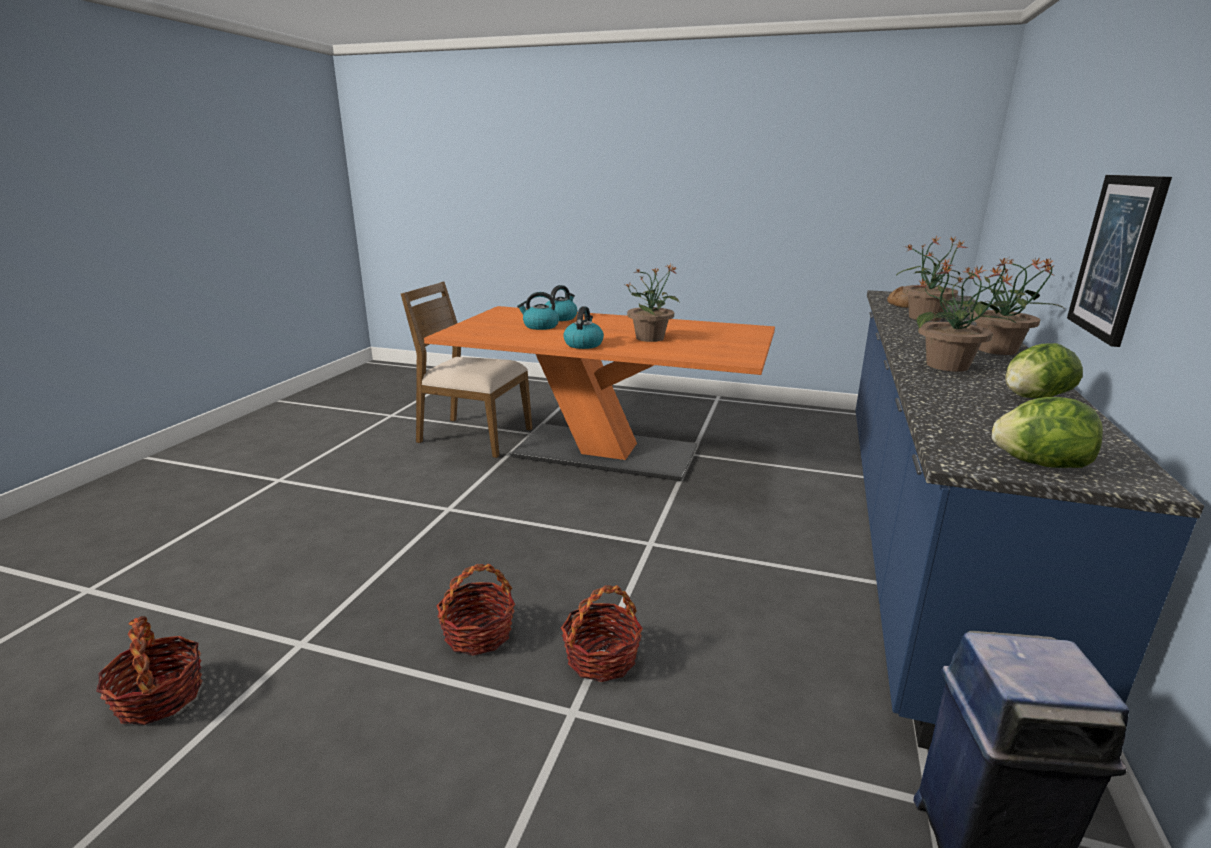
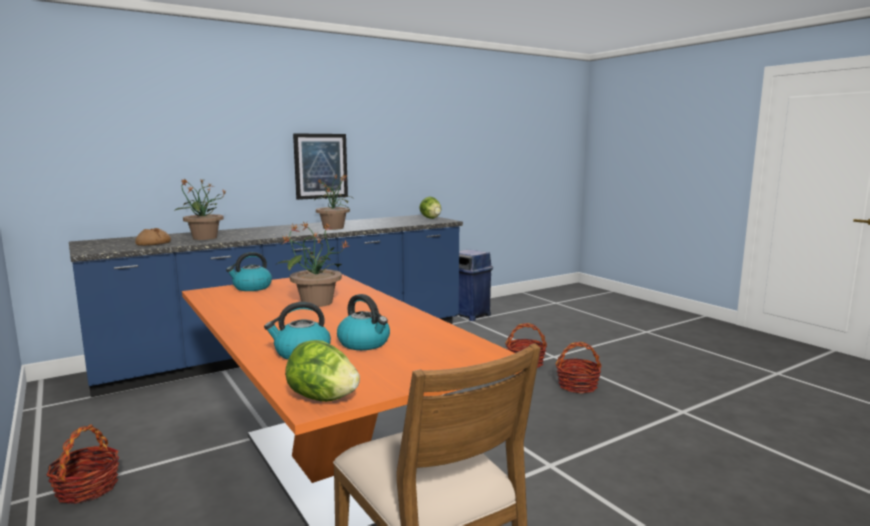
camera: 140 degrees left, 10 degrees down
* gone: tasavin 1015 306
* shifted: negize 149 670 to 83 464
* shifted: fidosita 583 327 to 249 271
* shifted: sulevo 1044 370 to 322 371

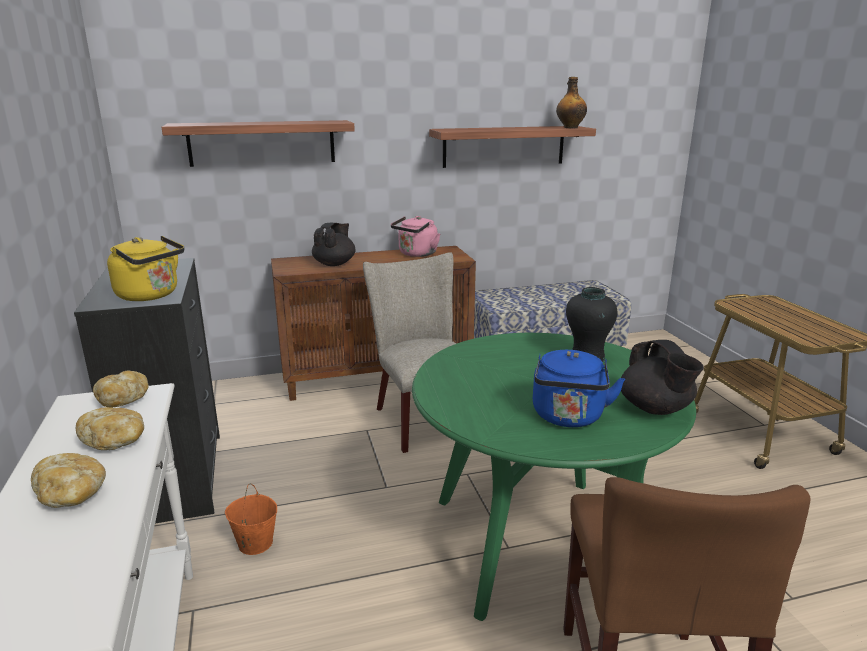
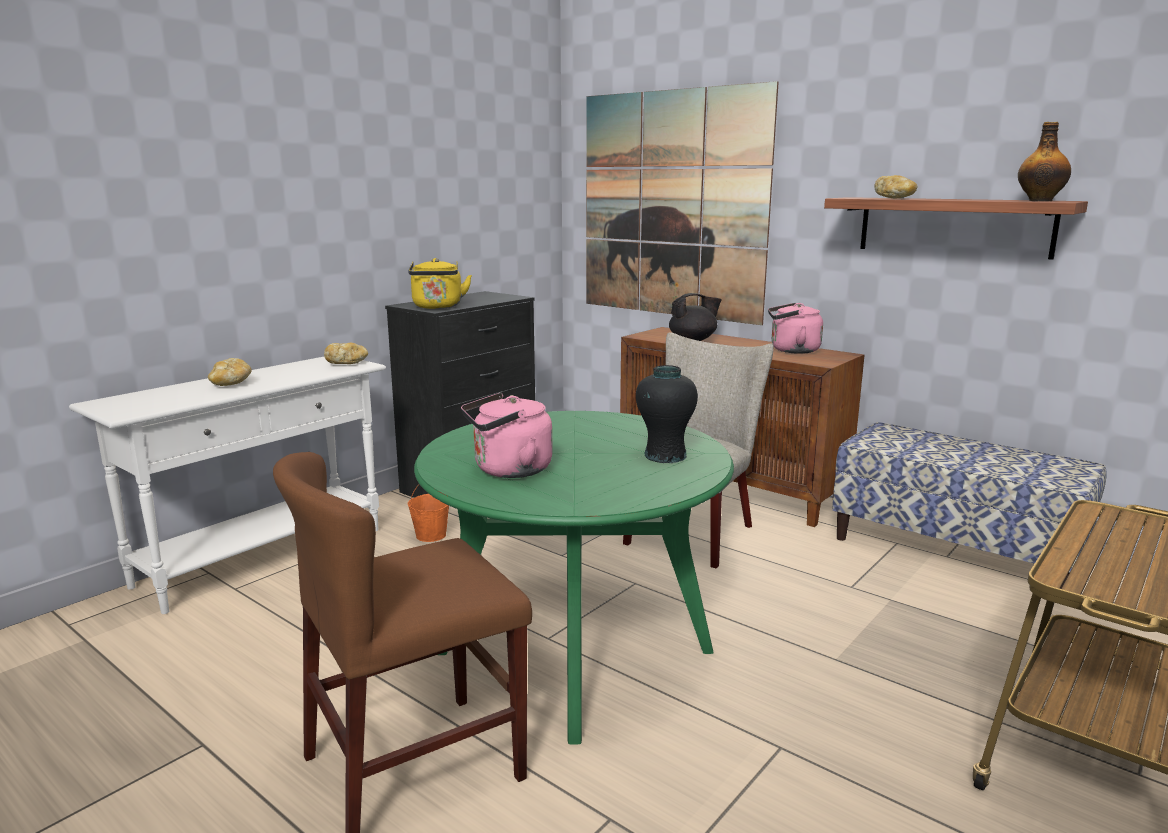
camera: 55 degrees right, 5 degrees down
* gone: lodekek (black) 662 377
* shifted: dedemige 110 428 to 895 186
* swapped: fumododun 258 143 to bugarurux 682 203
* repainted: fidosita (blue) 579 388 to fidosita (pink) 507 435

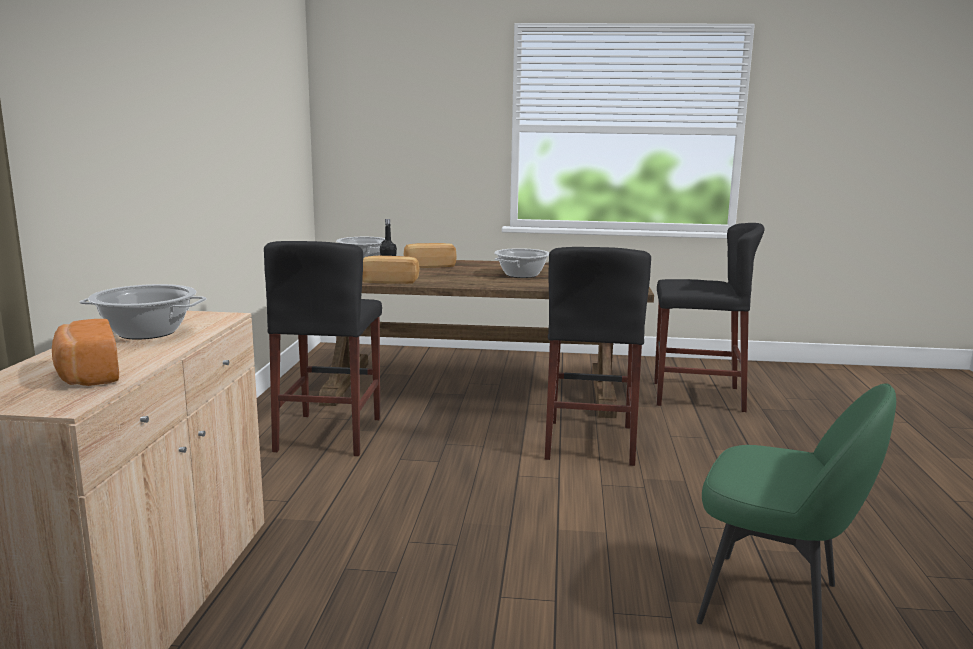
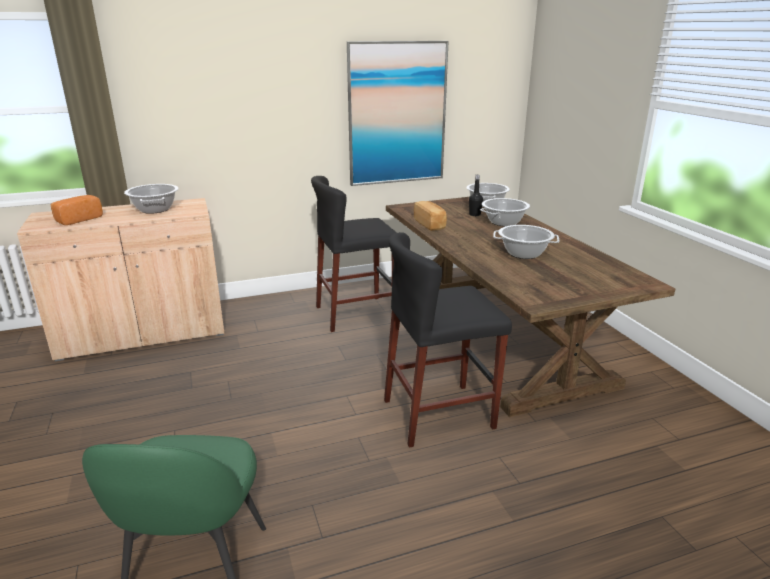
camera: 65 degrees right, 10 degrees up
* gone: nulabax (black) 709 317
* new: bugarurux 398 113
* swapped: dedemige 430 255 to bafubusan 505 212

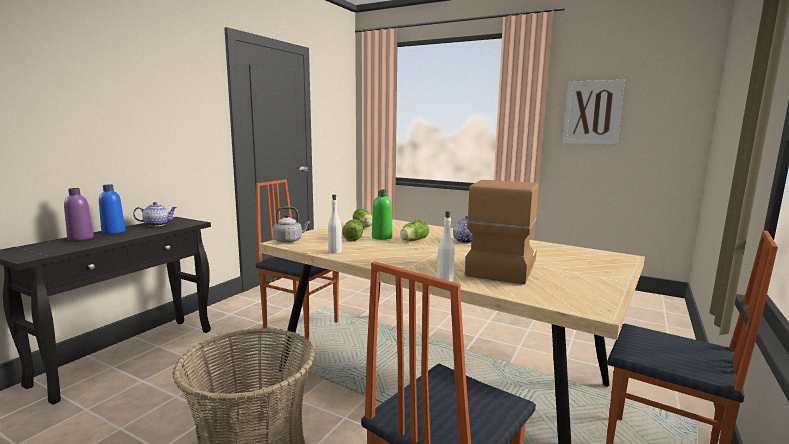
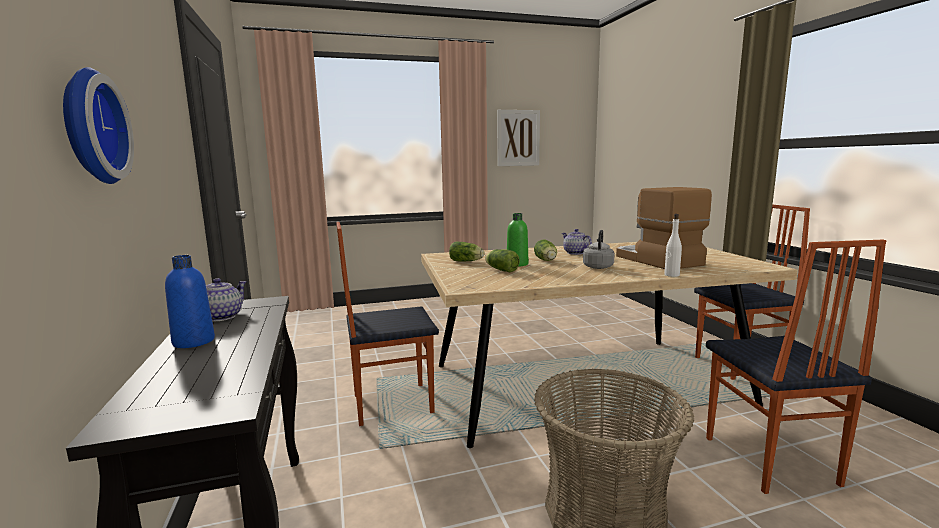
camera: 45 degrees left, 0 degrees up
* gone: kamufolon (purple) 79 214
* gone: kamufolon (white) 335 224
* new: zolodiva 98 125
* shifted: fidosita (grey) 291 224 to 599 249

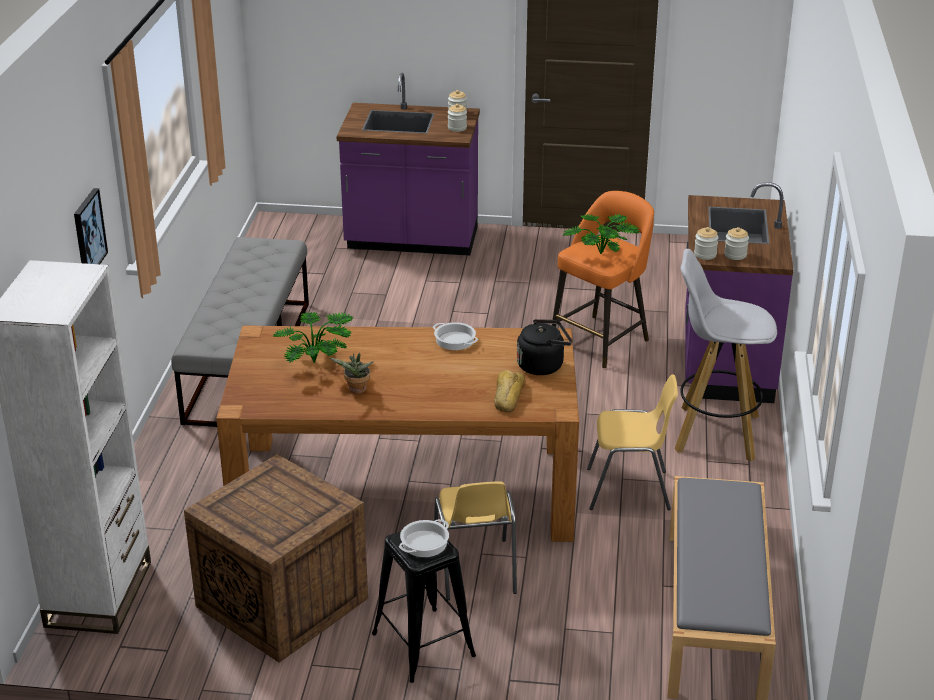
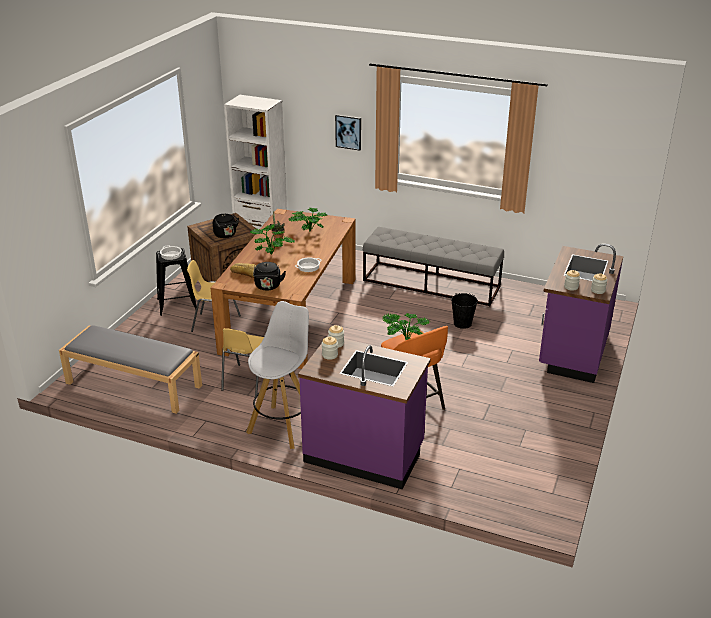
camera: 105 degrees right, 0 degrees up
* new: fidosita (black) 226 226
* new: tasavin 272 240
* new: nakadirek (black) 464 311

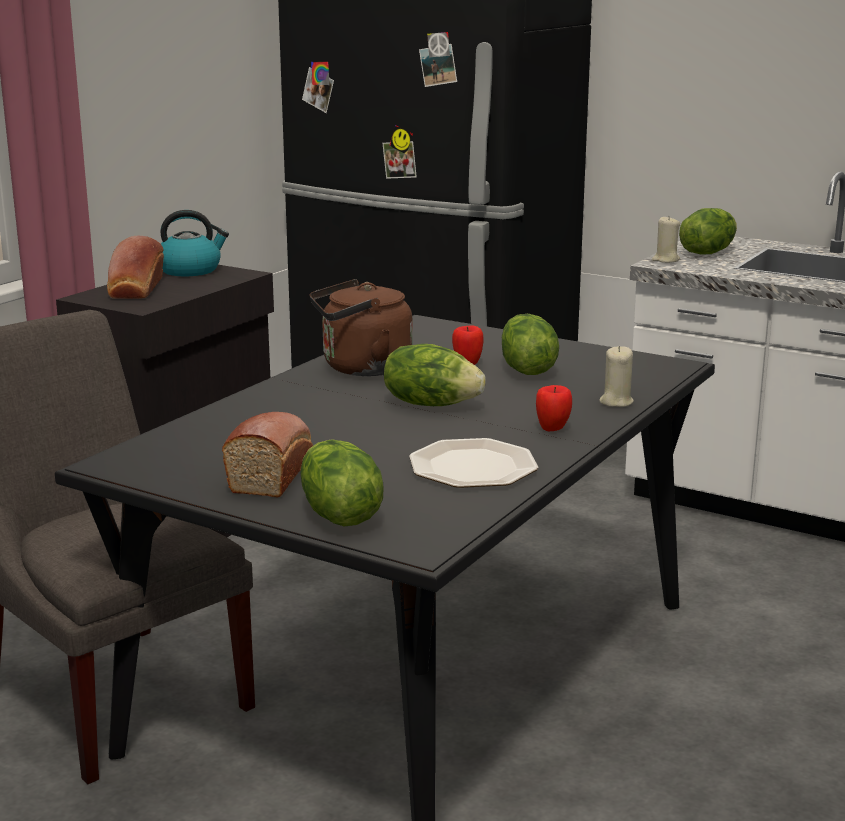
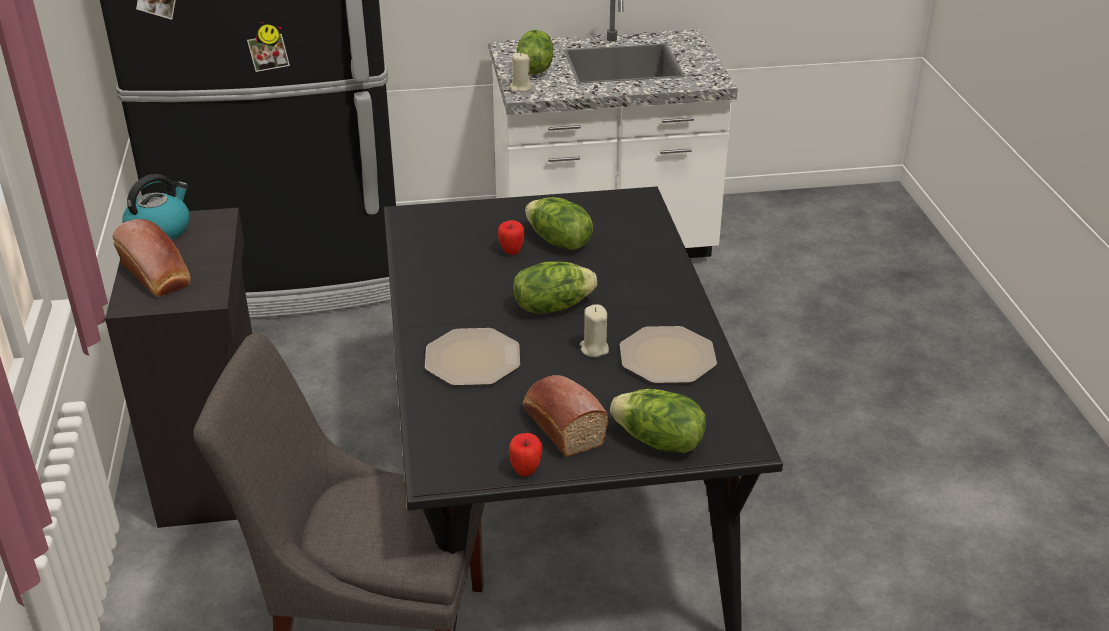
camera: 40 degrees left, 15 degrees up
* gone: fidosita (brown) 361 327
* new: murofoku 472 357
* shifted: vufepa 554 408 to 525 454
* shifted: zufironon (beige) 617 376 to 594 330

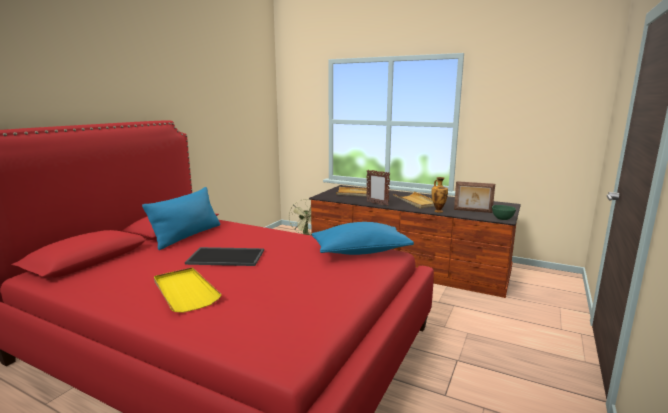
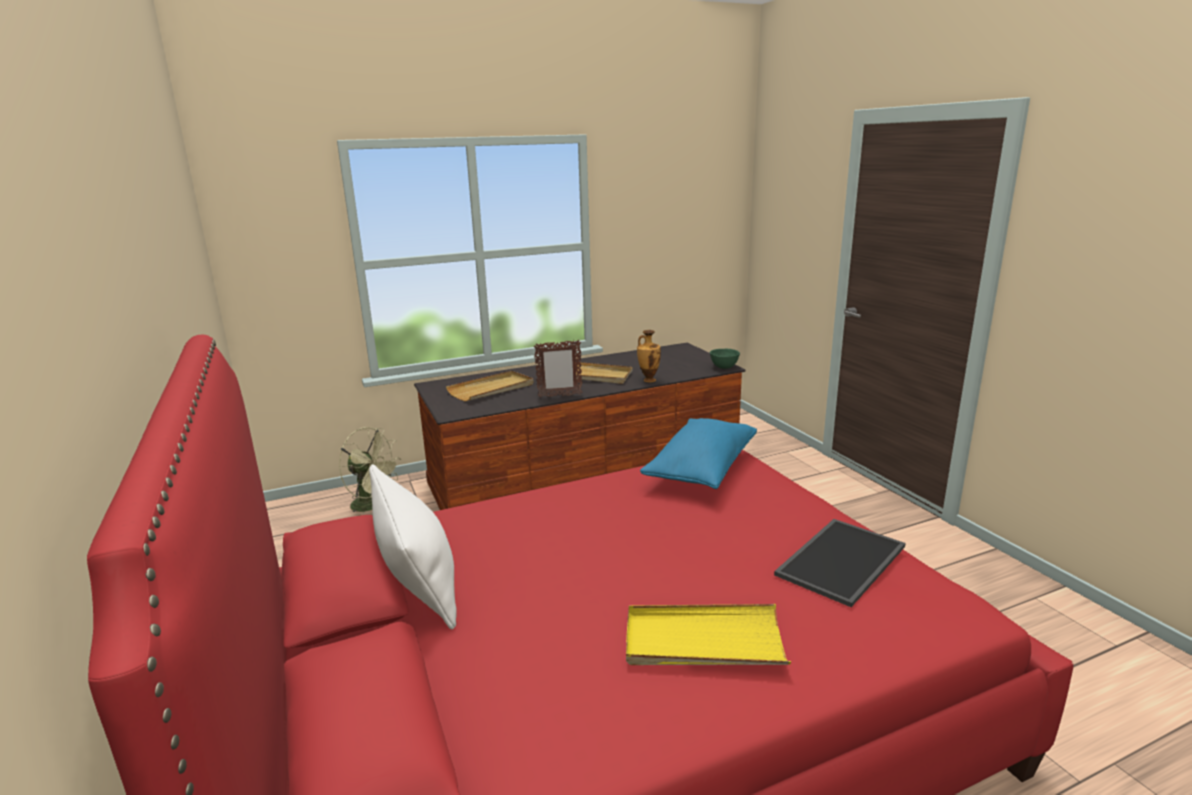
camera: 50 degrees left, 5 degrees up
* gone: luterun 474 197
* shifted: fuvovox 224 256 to 840 563
* repainted: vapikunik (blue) 181 218 to vapikunik (white) 413 546

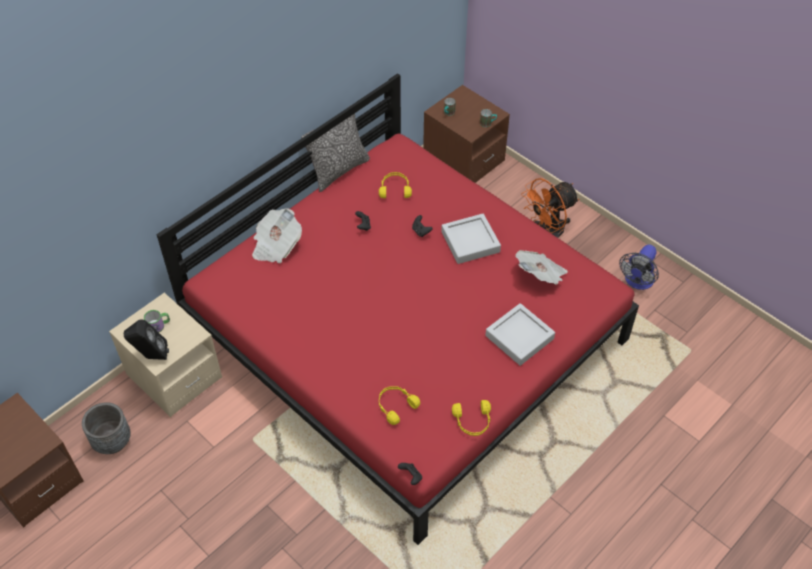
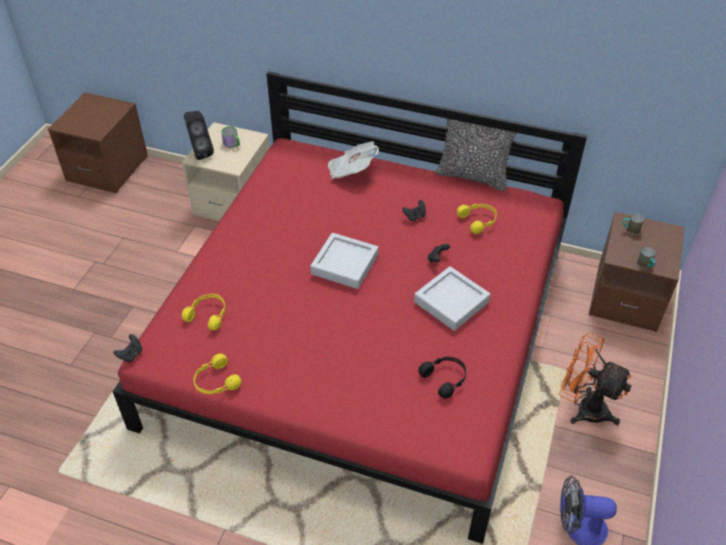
camera: 65 degrees right, 5 degrees down
* gone: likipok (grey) 106 428
* shifted: fuvovox (grey) 520 334 to 344 261
* swapped: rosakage 542 267 to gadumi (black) 442 378

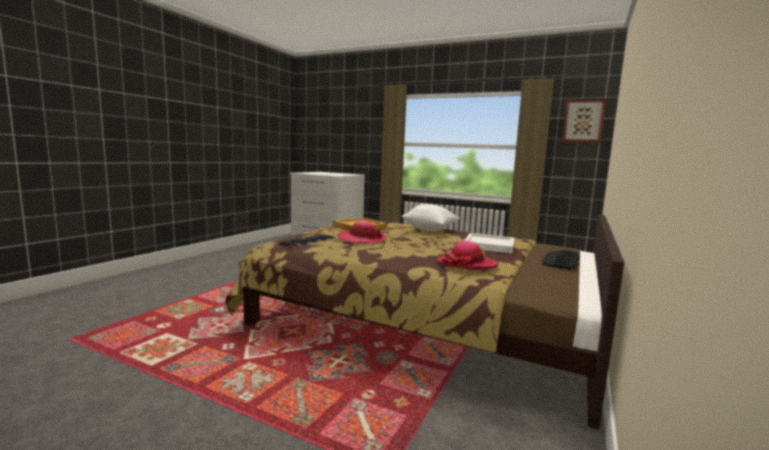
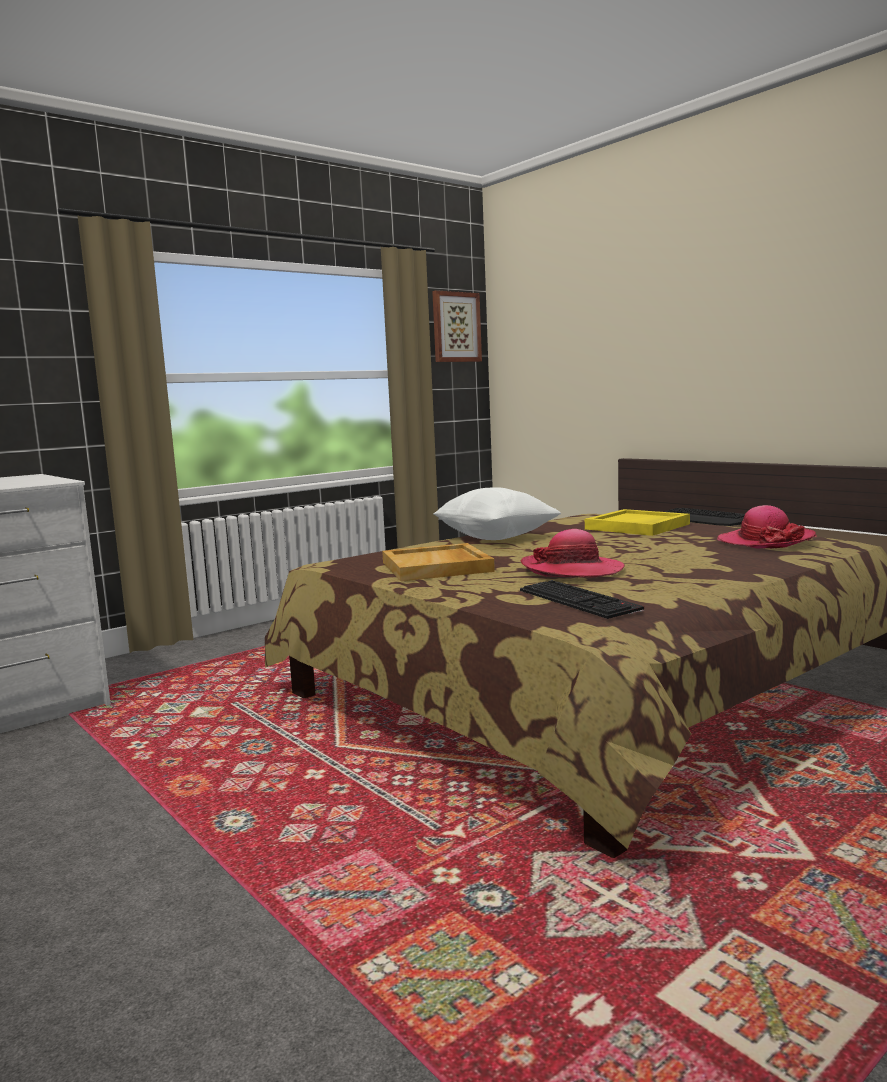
camera: 65 degrees left, 0 degrees up
* repainted: fuvovox (white) 489 243 to fuvovox (yellow) 637 522

